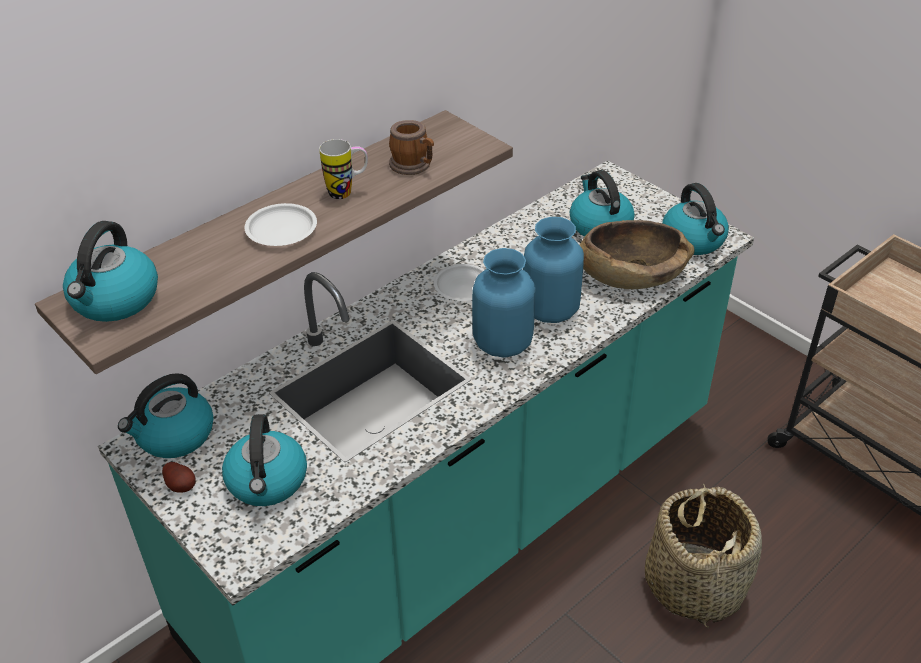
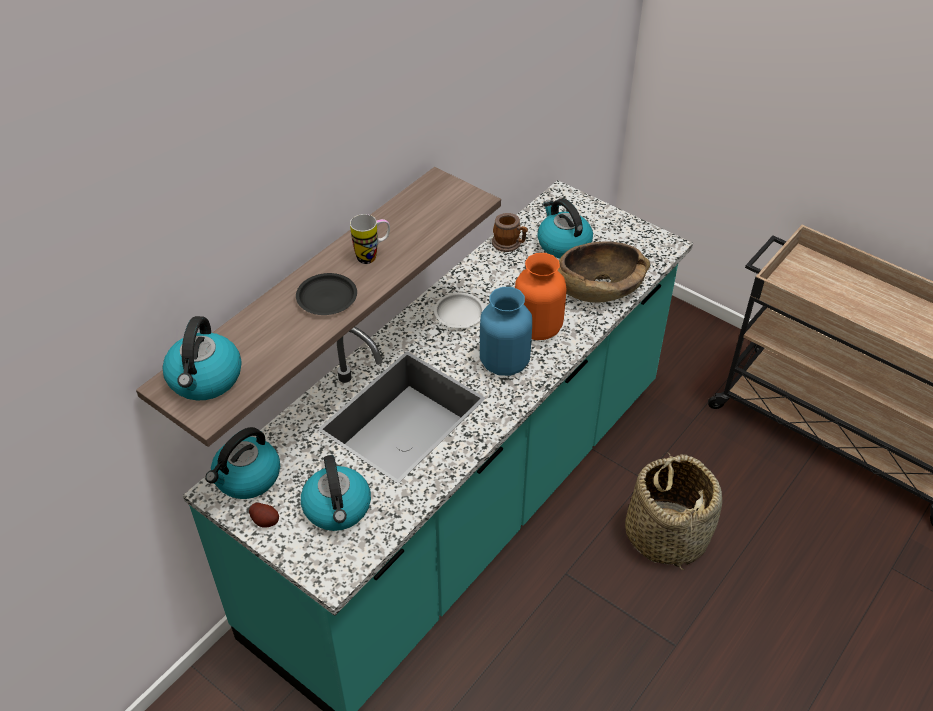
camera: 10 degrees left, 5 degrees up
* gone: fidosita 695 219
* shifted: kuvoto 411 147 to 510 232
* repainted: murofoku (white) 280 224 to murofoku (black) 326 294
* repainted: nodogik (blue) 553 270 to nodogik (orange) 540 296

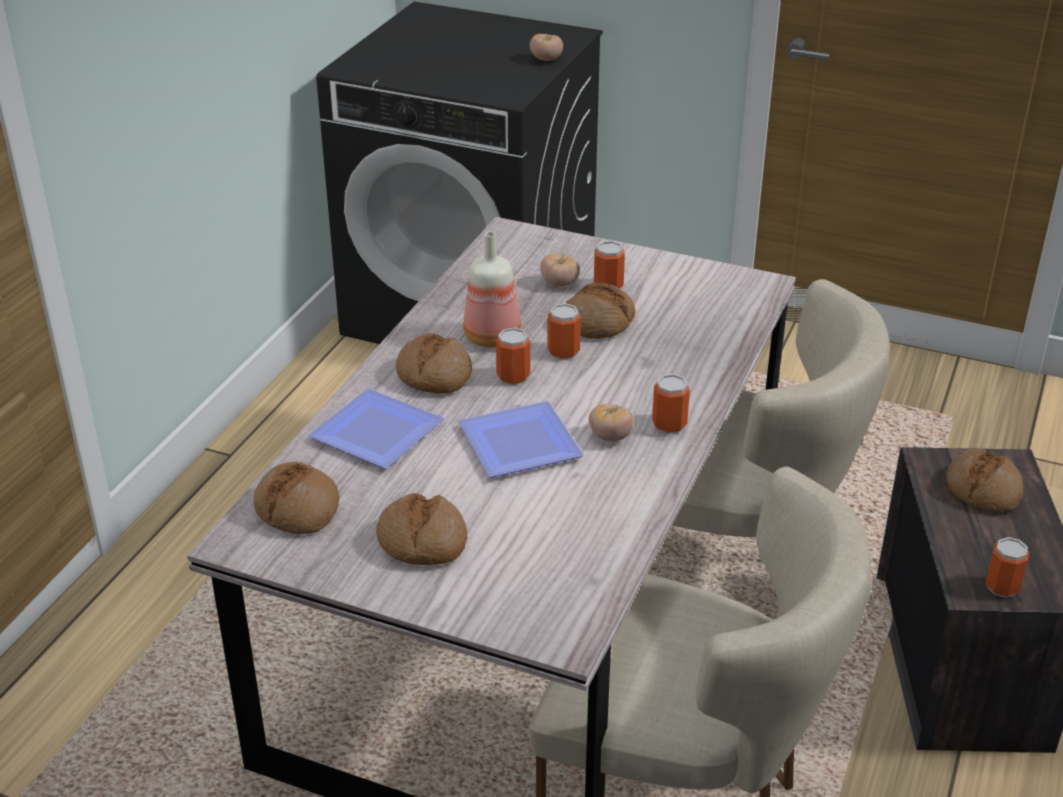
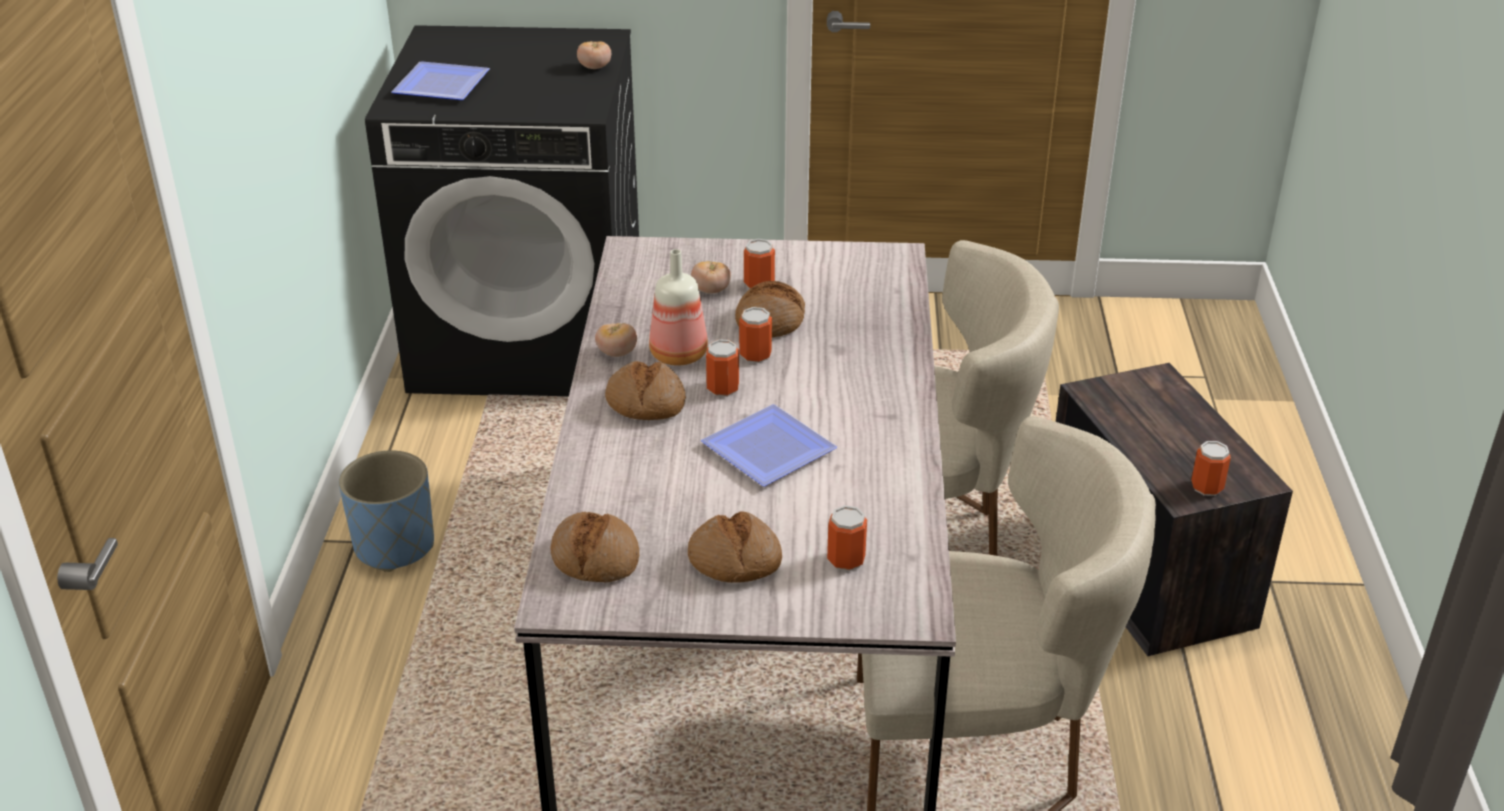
camera: 20 degrees left, 0 degrees up
* gone: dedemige 984 480
* new: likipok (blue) 386 511
* shifted: murofoku 376 428 to 440 80
* shifted: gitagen 611 423 to 616 340
* shifted: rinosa 671 404 to 847 538

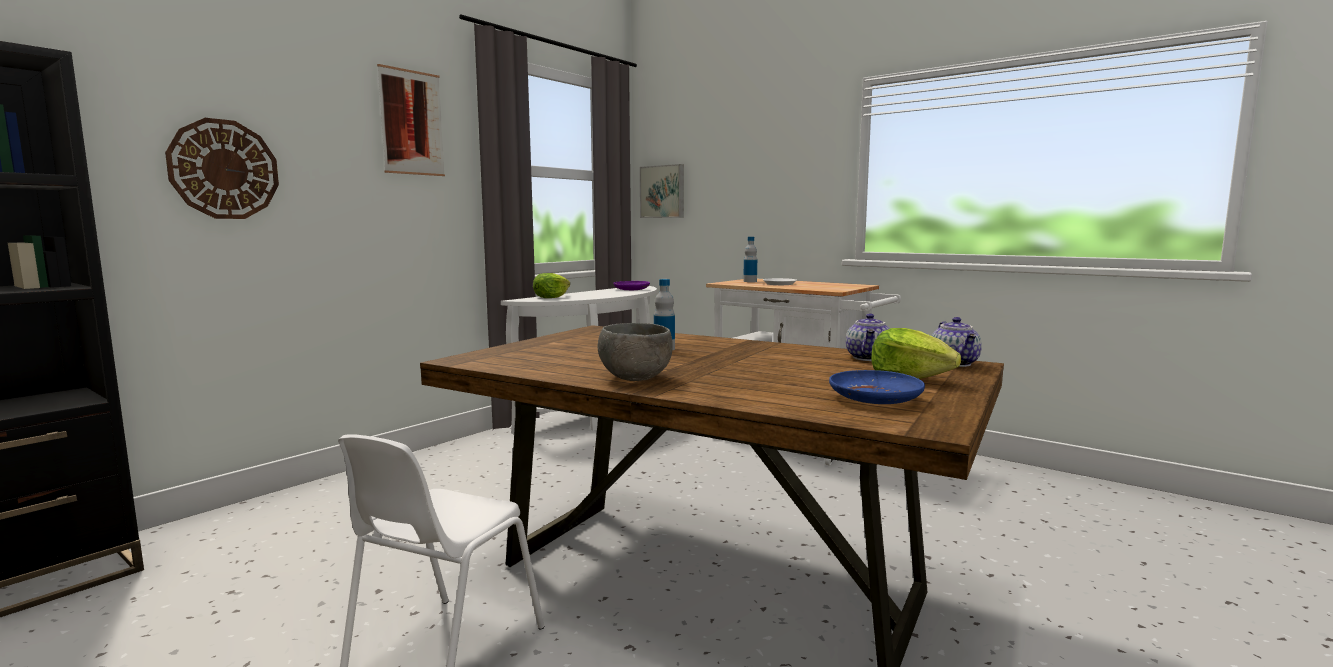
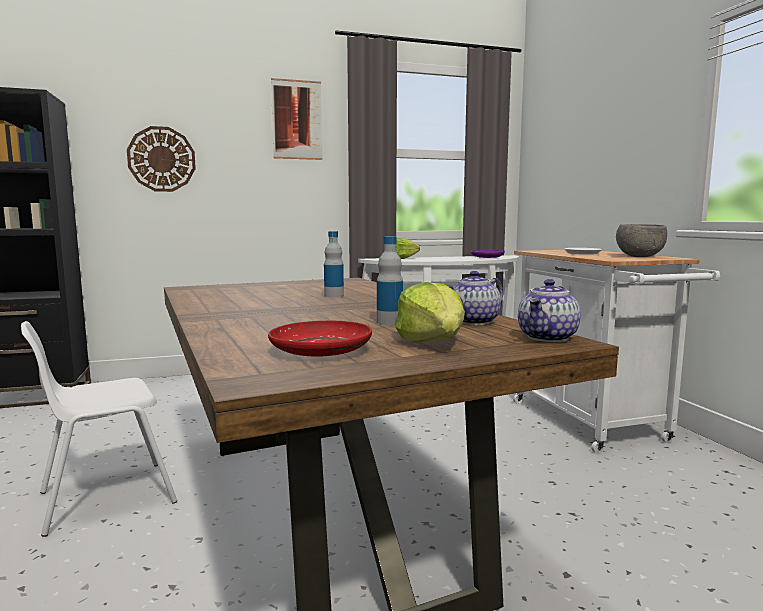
camera: 35 degrees right, 0 degrees up
* gone: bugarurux 662 191
* shifted: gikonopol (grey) 635 352 to 641 240
* shifted: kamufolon 750 259 to 390 280
* repainted: murofoku (blue) 877 387 to murofoku (red) 320 339

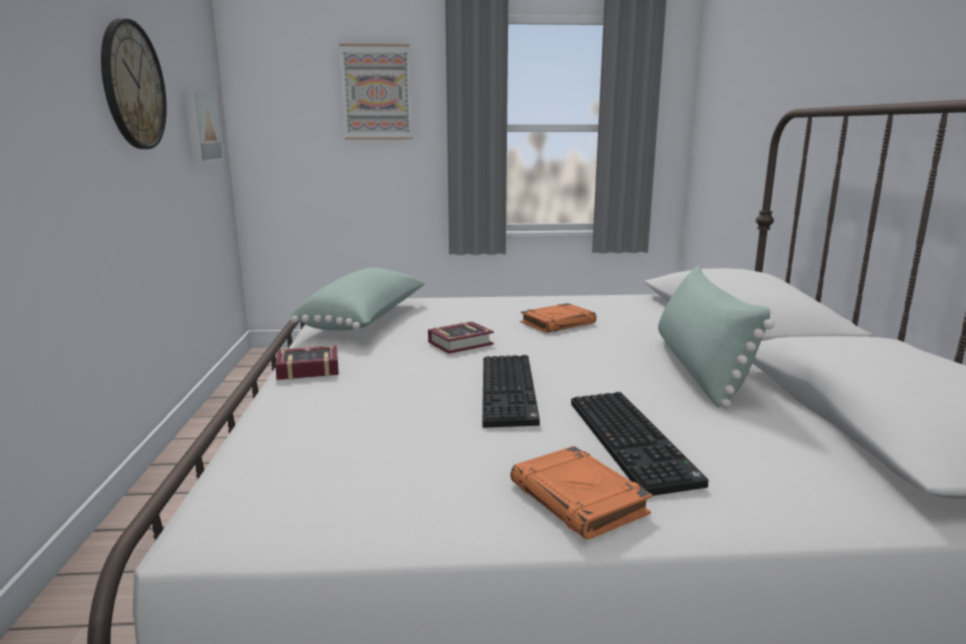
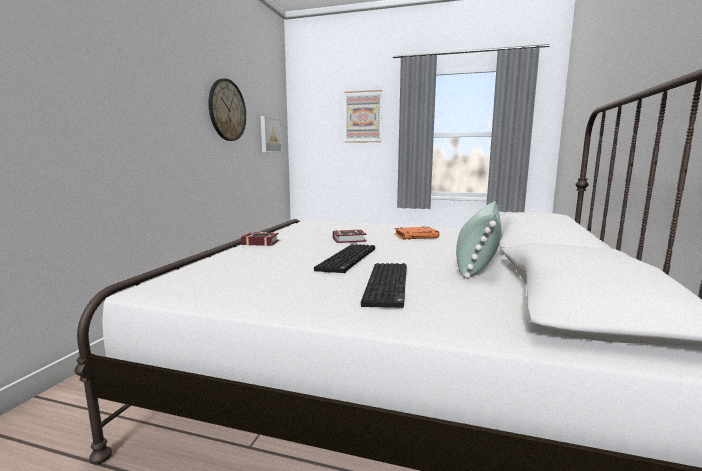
camera: 20 degrees right, 5 degrees down
* gone: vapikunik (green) 358 299
* gone: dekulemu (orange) 581 493

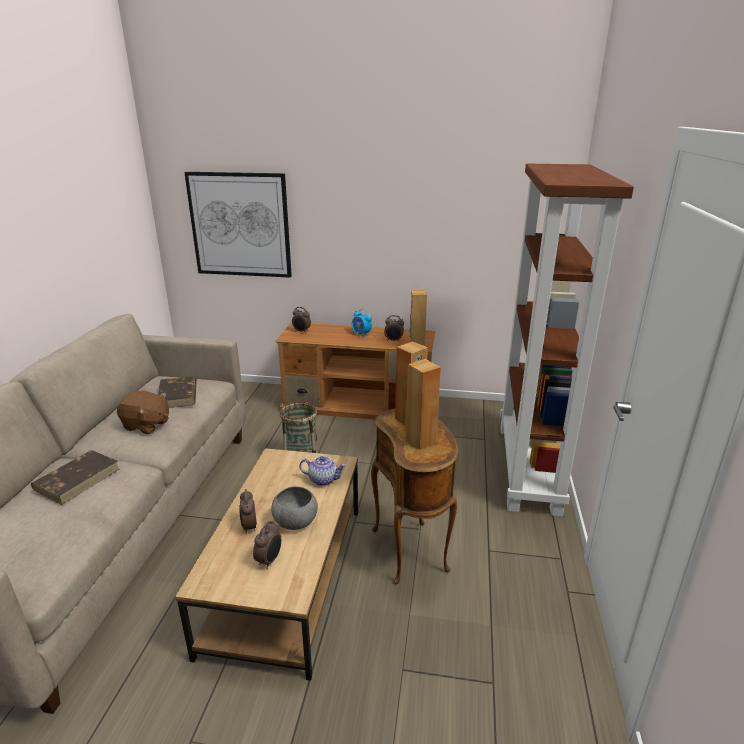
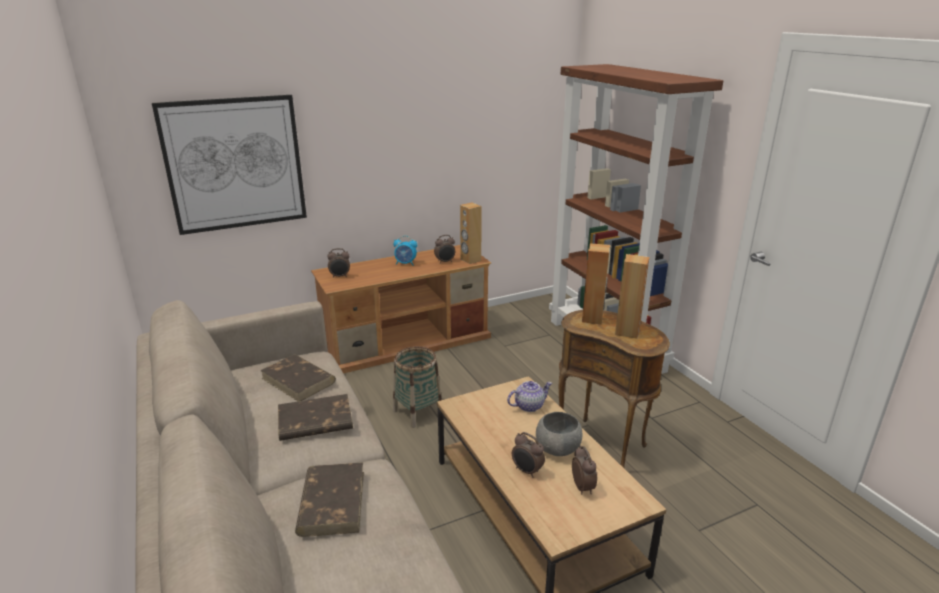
camera: 35 degrees left, 0 degrees up
* swapped: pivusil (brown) 143 412 to dekulemu (brown) 315 417

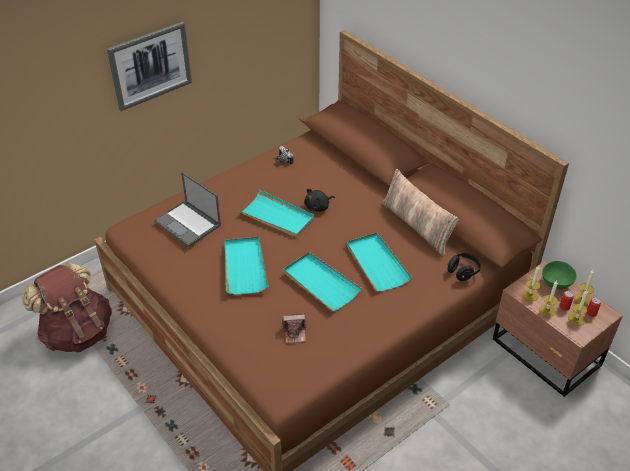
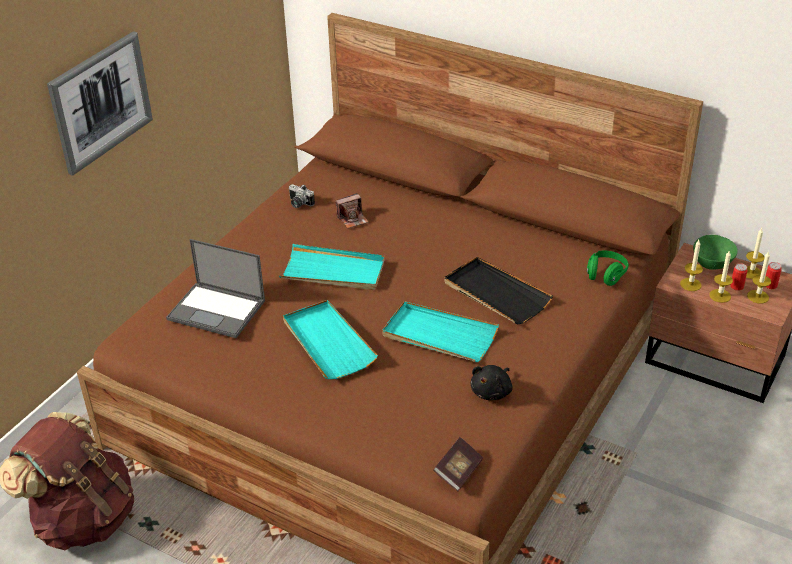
camera: 20 degrees left, 5 degrees down
* gone: vapikunik 420 212
* new: dekulemu 458 464
* shifted: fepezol 294 328 to 352 211
* shifted: pivusil (black) 319 200 to 491 382
* repainted: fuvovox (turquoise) 379 262 to fuvovox (black) 498 290
* repainted: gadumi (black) 464 267 to gadumi (green) 608 268

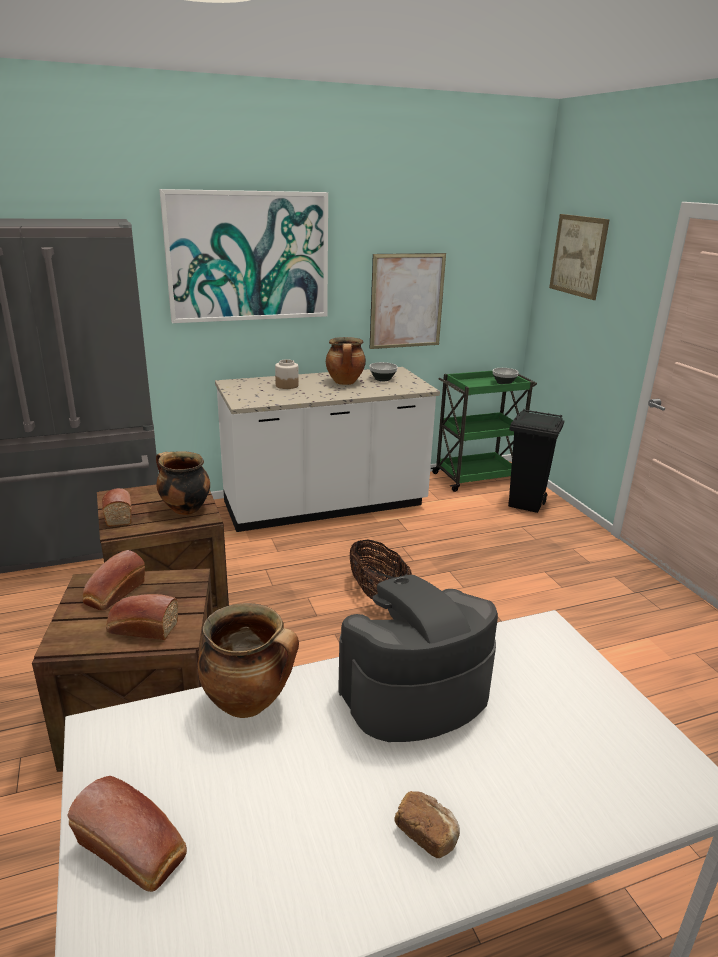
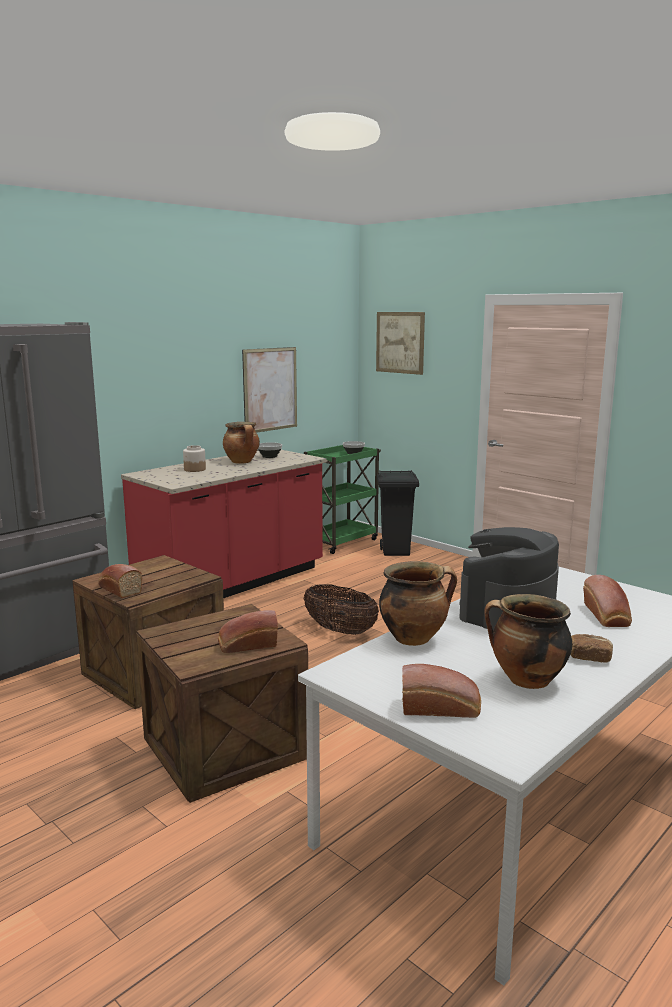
camera: 25 degrees left, 10 degrees down
* gone: bugarurux 243 256
* shifted: dedemige 114 580 to 607 601
* shifted: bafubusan 183 483 to 528 641
* repainted: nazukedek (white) 327 449 to nazukedek (red) 223 524

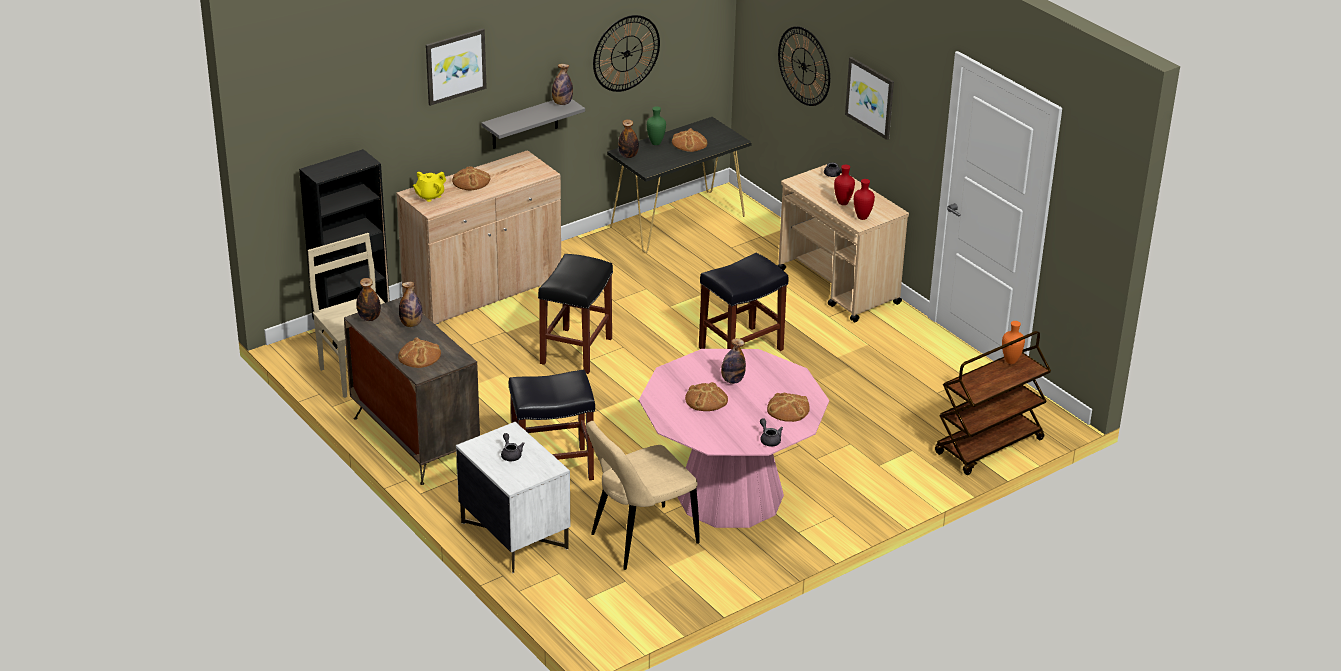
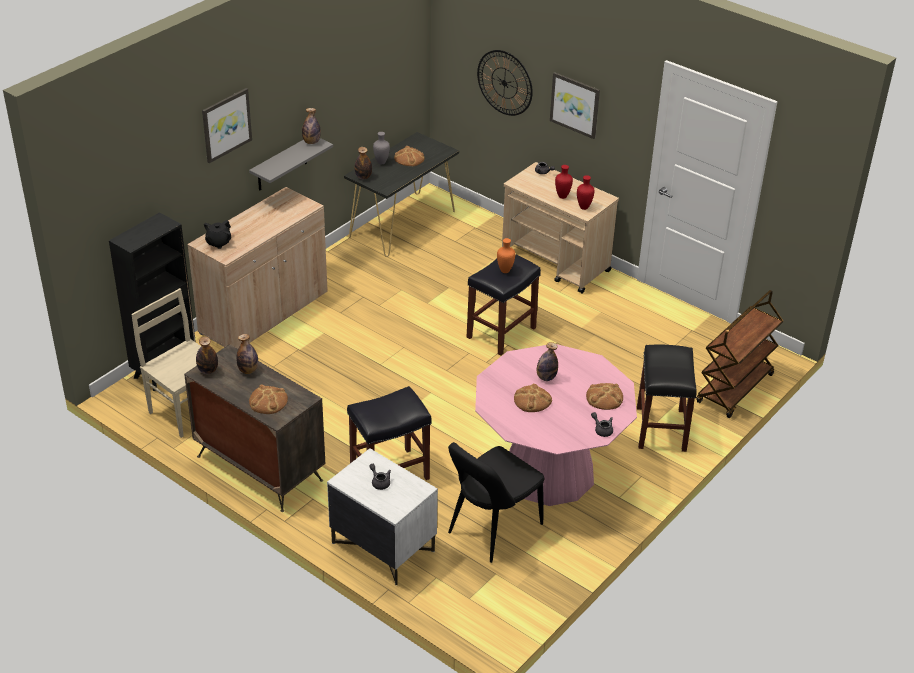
camera: 15 degrees left, 5 degrees up
* gone: dedemige 471 178
* gone: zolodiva 626 53
* shifted: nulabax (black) 575 314 to 667 398
* shifted: nodogik (orange) 1013 342 to 506 255
* repainted: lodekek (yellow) 429 187 to lodekek (black) 217 234
* repainted: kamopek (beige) 643 495 to kamopek (black) 496 502
* repainted: nodogik (green) 656 125 to nodogik (grey) 381 148

